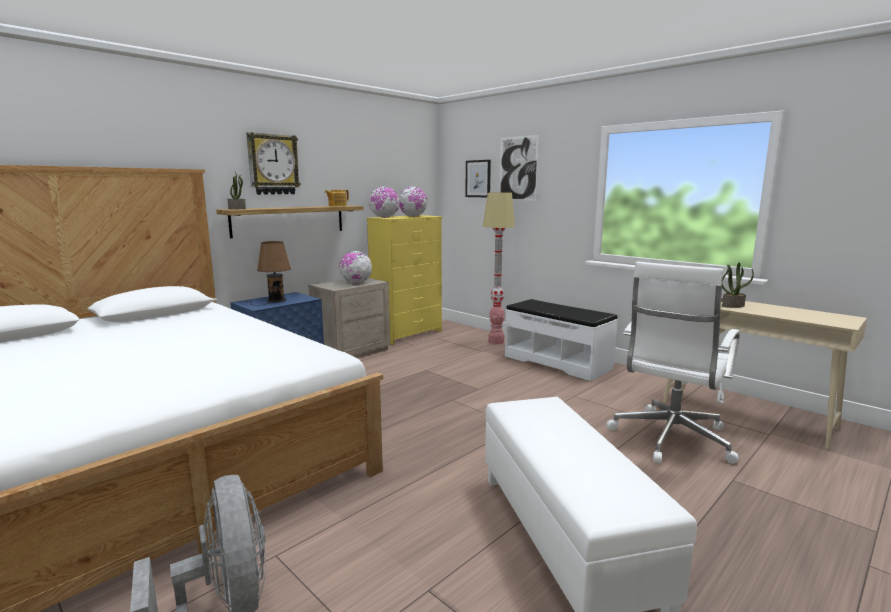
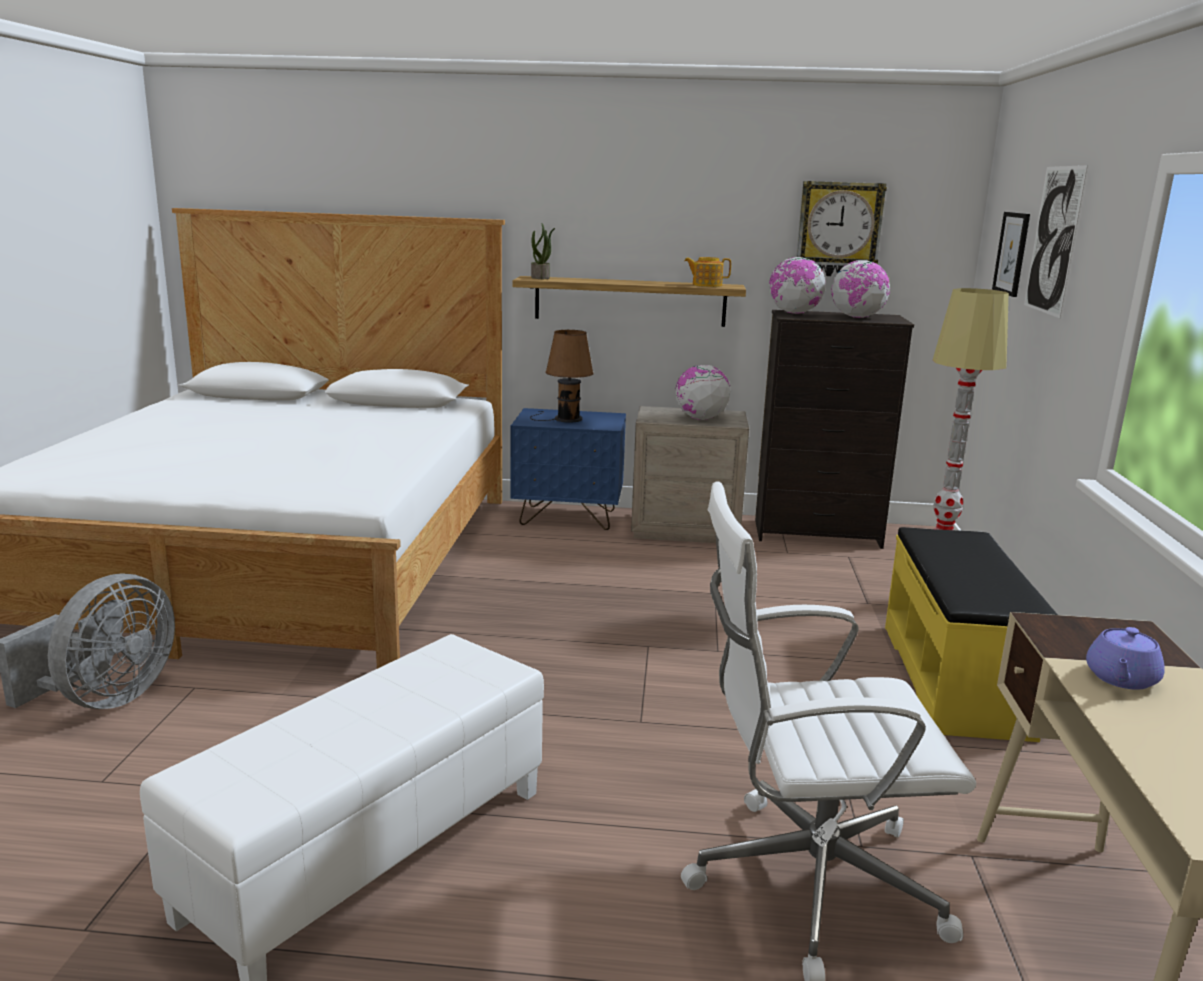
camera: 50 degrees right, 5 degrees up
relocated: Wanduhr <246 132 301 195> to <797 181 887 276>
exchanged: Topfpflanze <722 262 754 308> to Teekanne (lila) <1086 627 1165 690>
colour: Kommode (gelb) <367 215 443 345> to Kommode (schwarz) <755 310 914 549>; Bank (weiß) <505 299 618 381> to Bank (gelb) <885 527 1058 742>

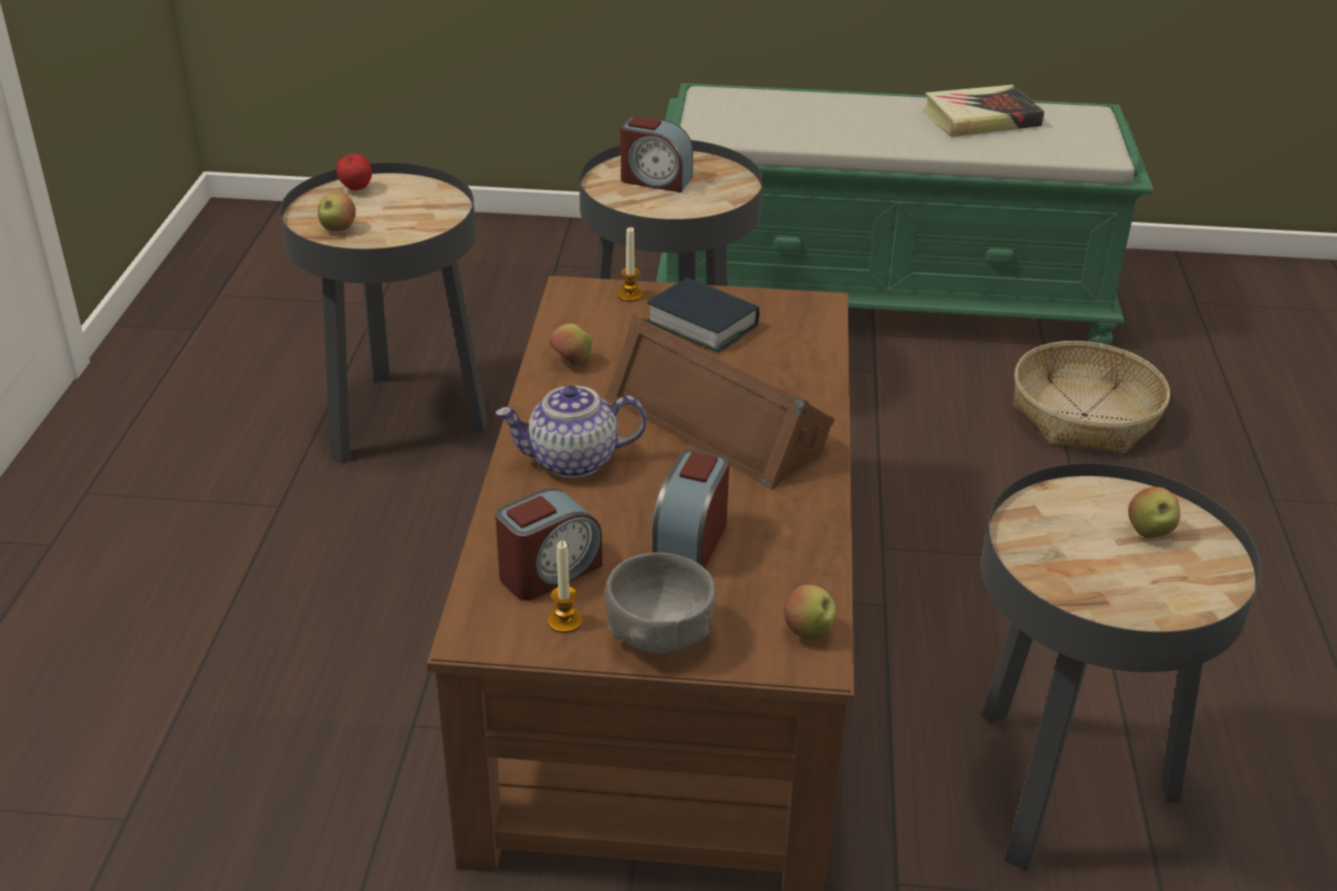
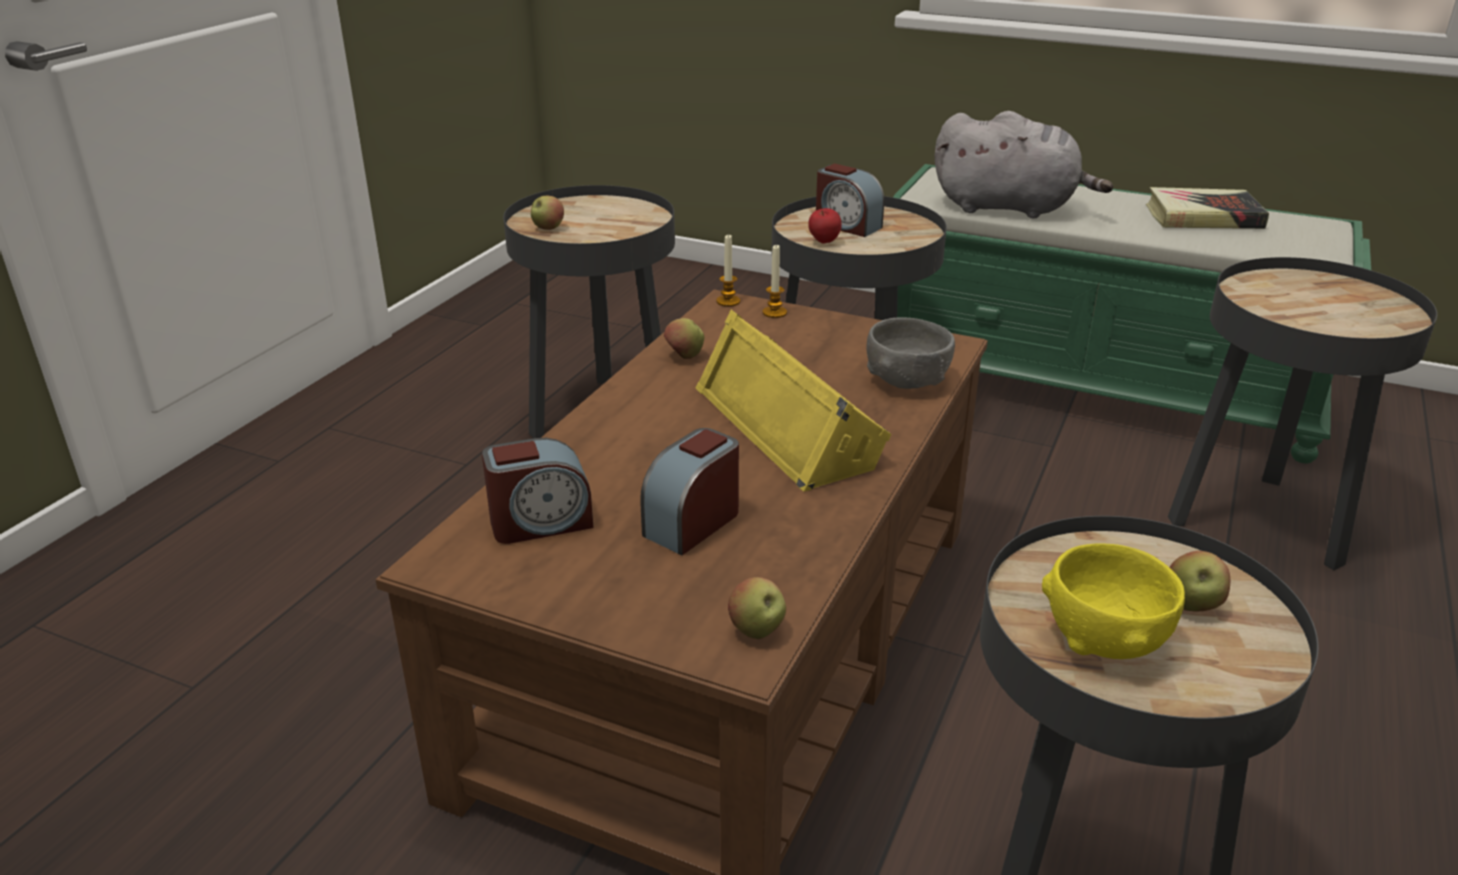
camera: 20 degrees right, 5 degrees down
missing: Buch <647 277 760 353>; Teekanne <496 385 647 478>
appeared: Plüschtier (grau) <934 111 1113 218>; Schüssel (gelb) <1042 543 1185 659>
relocated: Apfel <337 154 372 191> to <808 208 842 244>; Kerze <547 541 582 633> to <716 235 740 307>; Schüssel (grau) <605 552 716 654> to <867 317 955 389>
exchanged: Korb <1014 341 1170 454> to Beistelltisch (schwarz) <1168 257 1437 570>
colour: Lautsprecher (braun) <605 313 835 489> to Lautsprecher (gelb) <696 310 891 492>

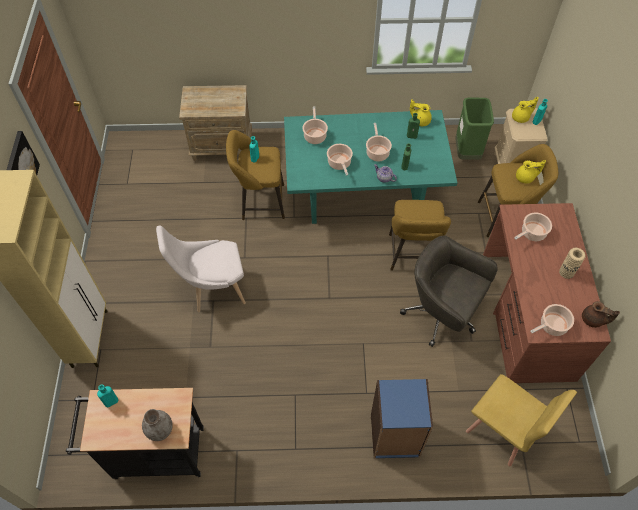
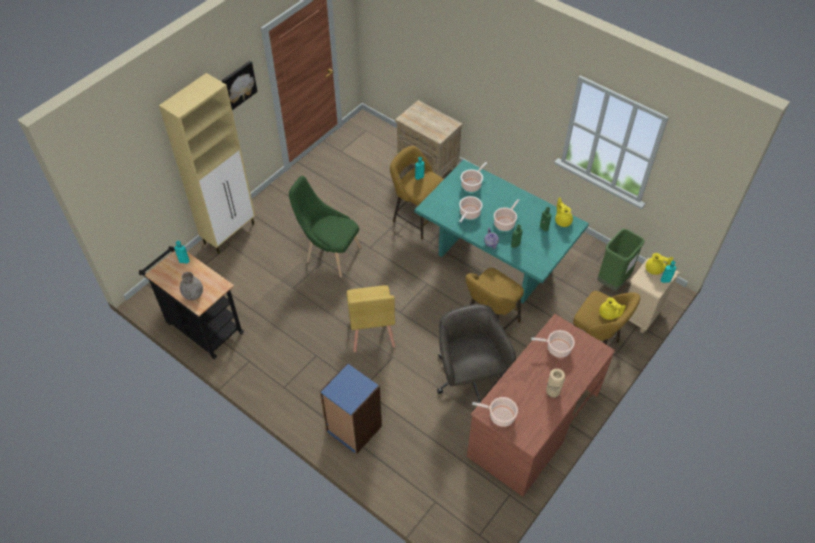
camera: 40 degrees right, 5 degrees down
missing: Teekanne (braun) <582 301 620 328>
relocated: Stuhl (gelb) <466 374 577 466> to <347 285 395 353>
colour: Stuhl (weiß) <156 225 246 312> to Stuhl (grün) <289 176 361 277>

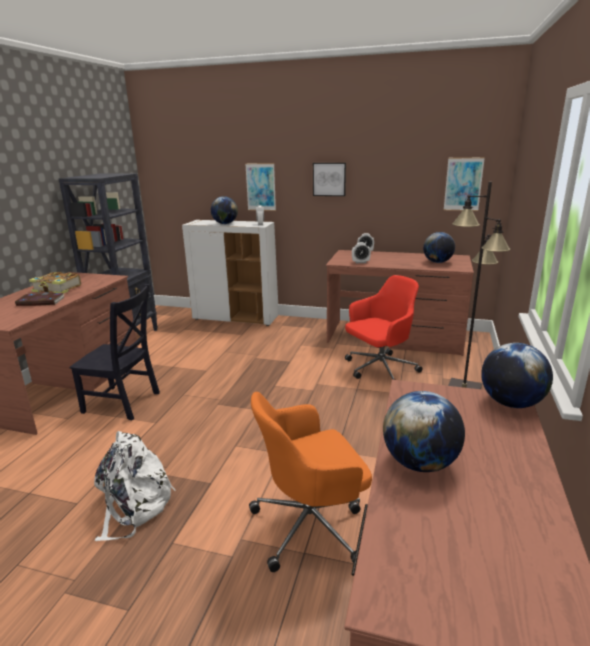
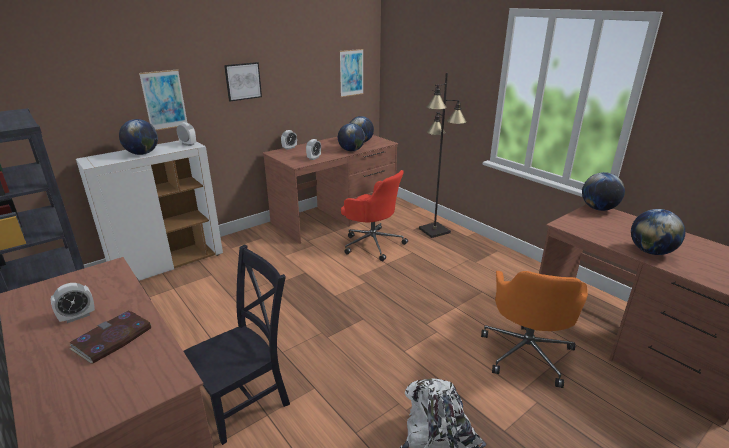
camera: 55 degrees left, 5 degrees up
appeared: Globus <338 123 365 151>
exchanged: Buch <29 272 81 294> to Wecker <50 283 95 323>
spun: Bürostuhl (rot) <345 275 422 380> = <341 170 408 261> 120 degrees clockwise

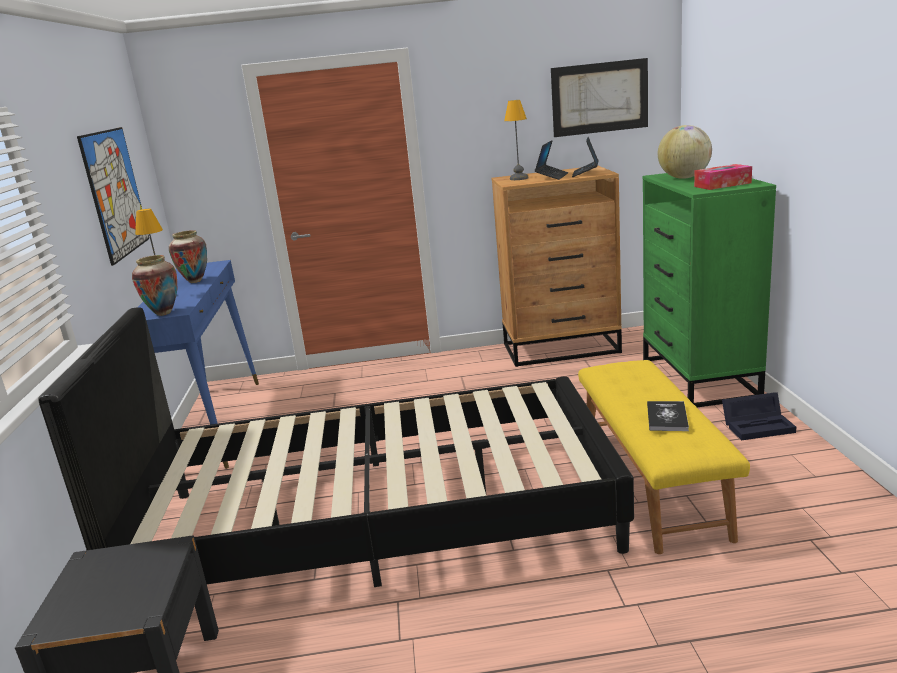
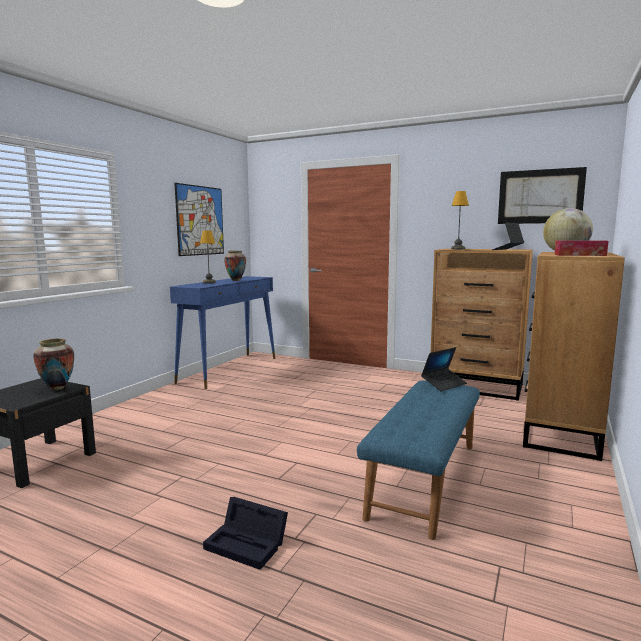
camera: 30 degrees right, 10 degrees down
missing: Bett (schwarz) <38 307 634 587>; Buch <647 401 689 431>
relocated: Laptop <535 140 568 180> to <421 347 467 391>; Vase <132 255 177 316> to <33 338 74 390>; Aufbewahrungsbox (schwarz) <722 392 796 440> to <203 497 288 570>
colour: Kommode (grün) <642 173 776 407> to Kommode (braun) <523 252 625 461>; Bank (gelb) <578 360 750 554> to Bank (blau) <357 380 480 540>

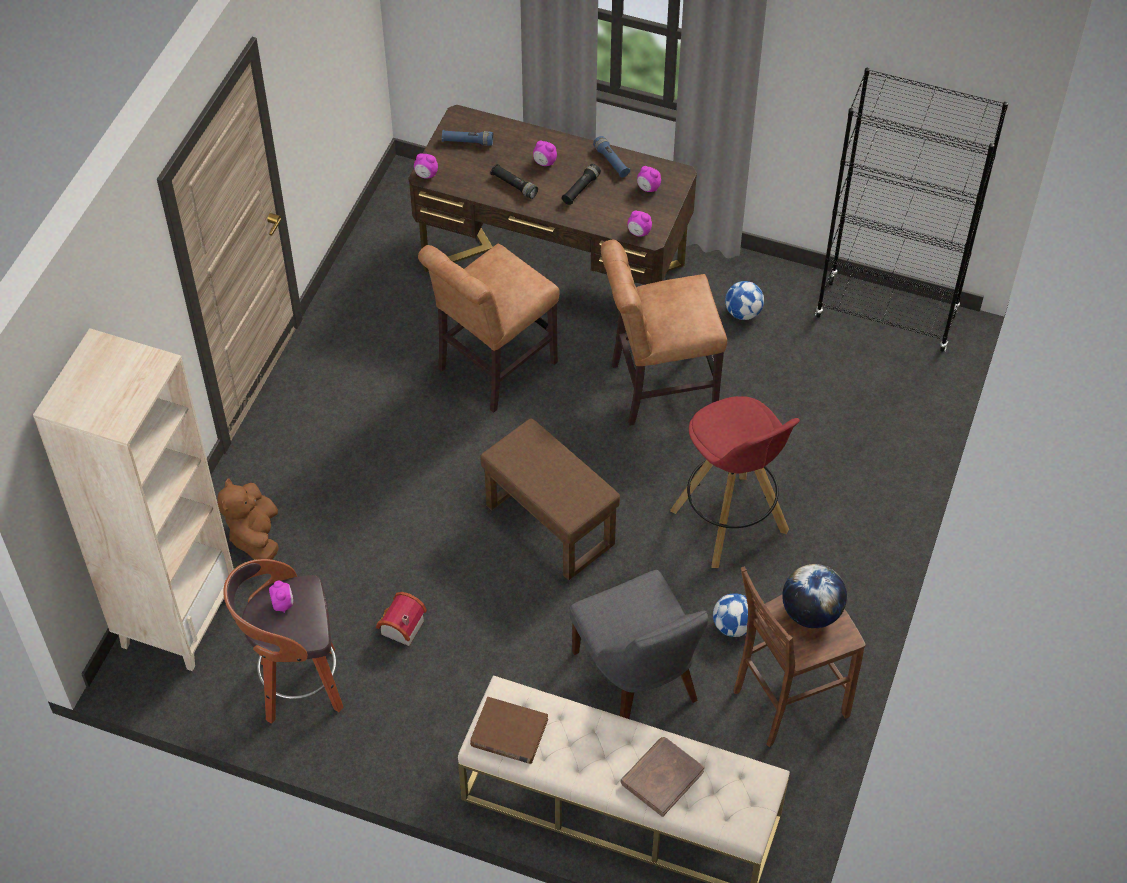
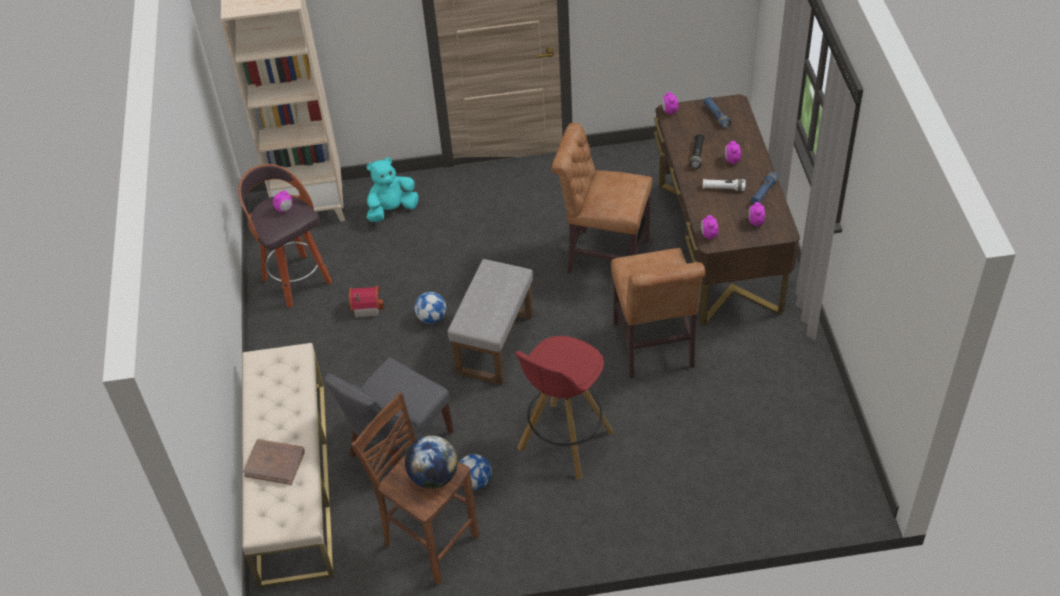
camera: 65 degrees right, 5 degrees down
missing: Bücherregal (schwarz) <815 68 1008 352>; Buch (braun) <470 697 548 764>
relocated: Fußball <725 281 764 320> to <414 292 446 324>
colour: Taschenlampe (schwarz) <562 164 601 205> to Taschenlampe (weiß) <703 179 746 191>; Polsterhocker (braun) <481 418 620 580> to Polsterhocker (grau) <448 259 533 385>; Plüschtier (braun) <217 478 279 560> to Plüschtier (türkis) <367 157 419 222>
spun: Stuhl (braun) <601 240 727 426> = <611 248 705 378> 150 degrees counterclockwise

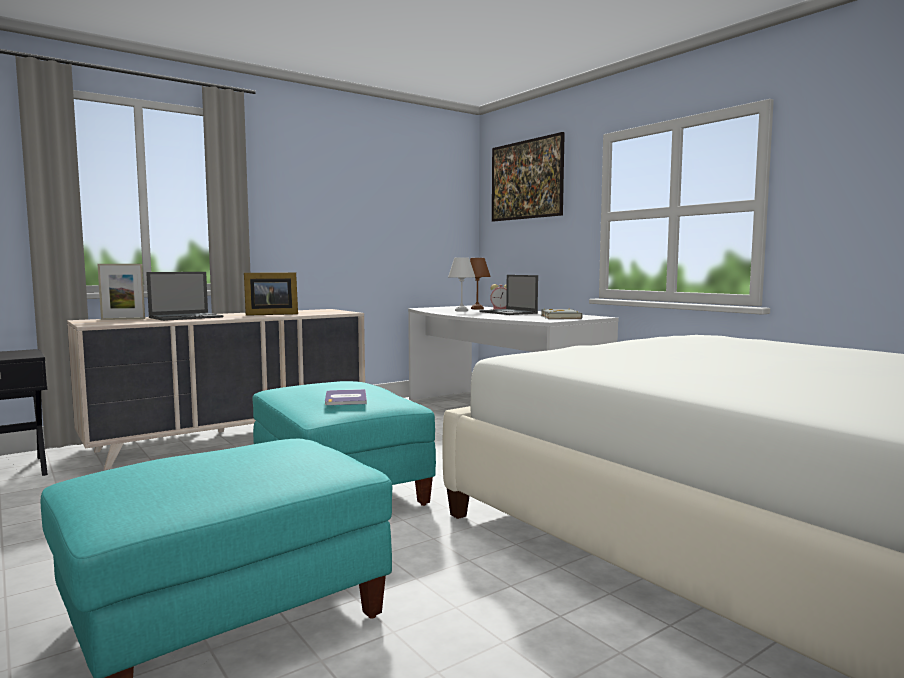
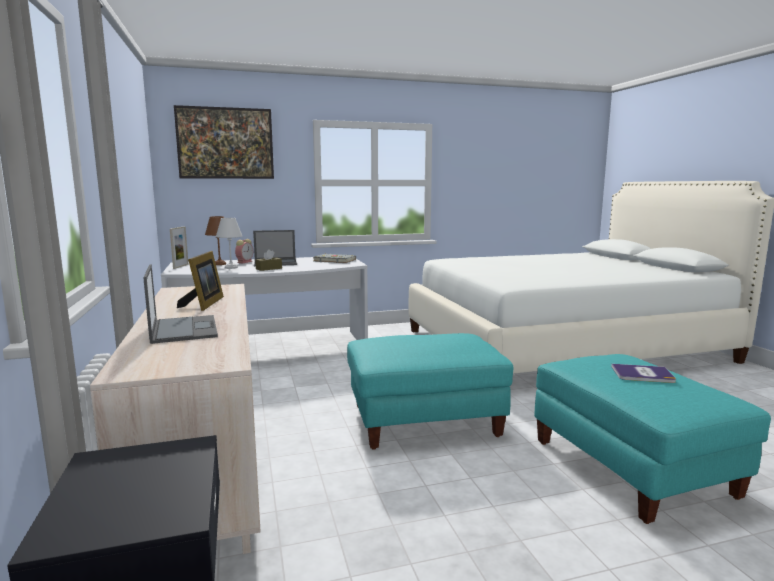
camera: 70 degrees left, 5 degrees up
appeared: Taschentuchbox (braun) <255 249 282 271>
relocated: Bilderrahmen <97 264 145 320> to <170 226 189 269>; Buch <325 389 367 405> to <611 364 676 383>

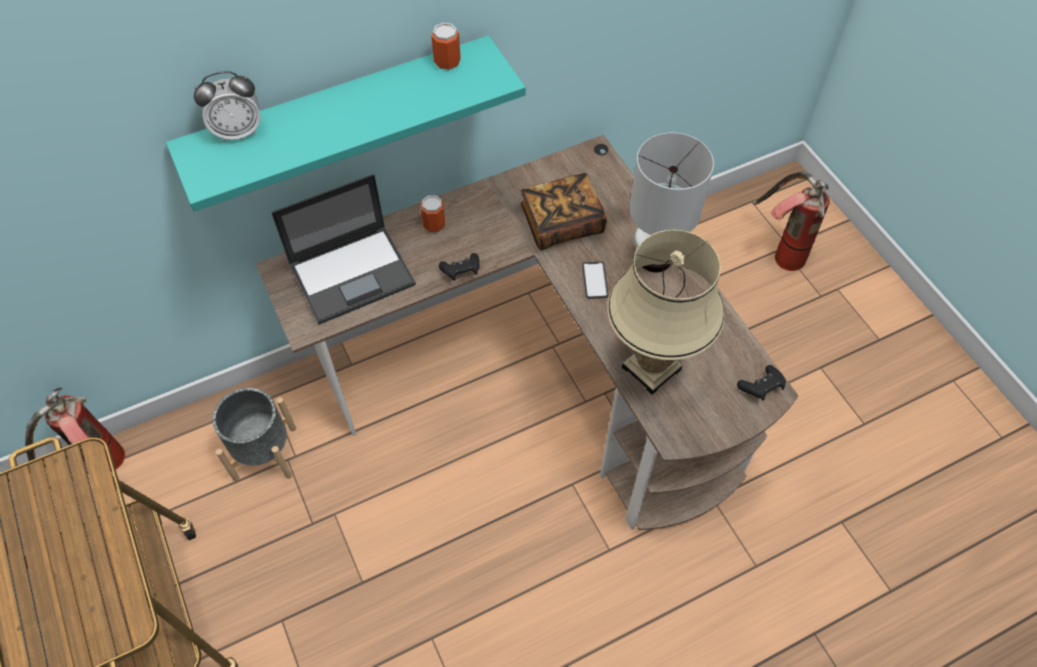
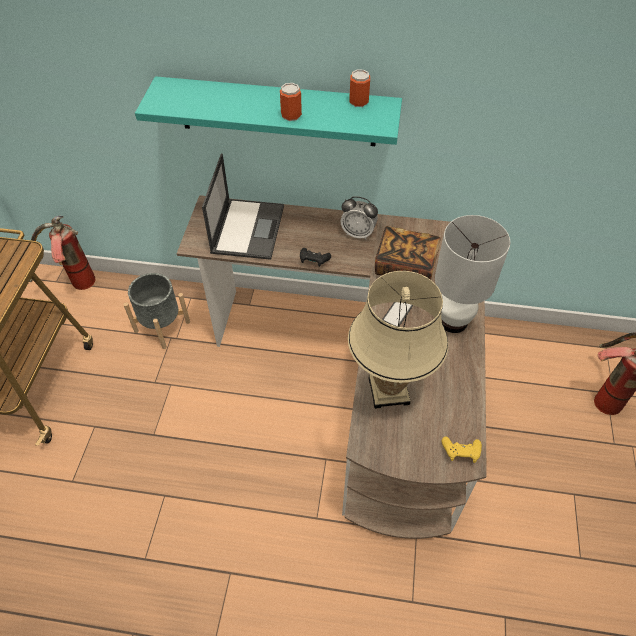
camera: 35 degrees right, 5 degrees down
relocated: Wecker <194 71 261 142> to <341 196 378 240>; Dose <421 195 445 233> to <280 83 302 121>
colour: Gamepad (schwarz) <737 365 786 401> to Gamepad (gelb) <442 437 482 463>
spun: Laptop <271 174 416 325> = <202 153 284 260> 90 degrees counterclockwise

